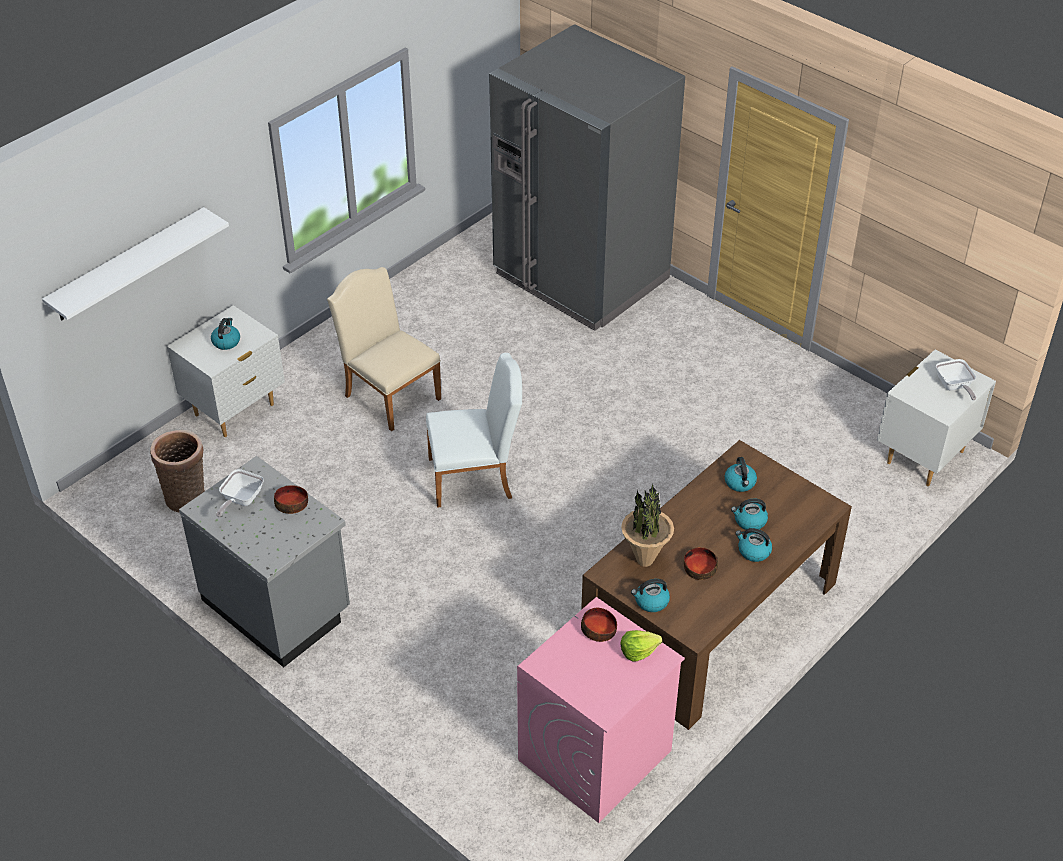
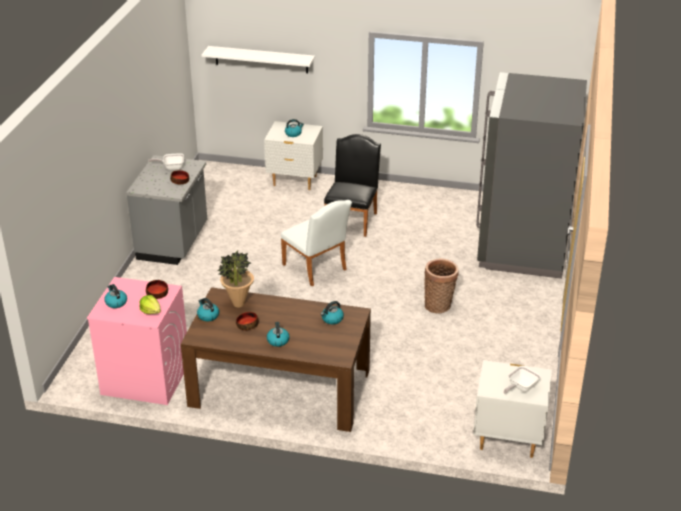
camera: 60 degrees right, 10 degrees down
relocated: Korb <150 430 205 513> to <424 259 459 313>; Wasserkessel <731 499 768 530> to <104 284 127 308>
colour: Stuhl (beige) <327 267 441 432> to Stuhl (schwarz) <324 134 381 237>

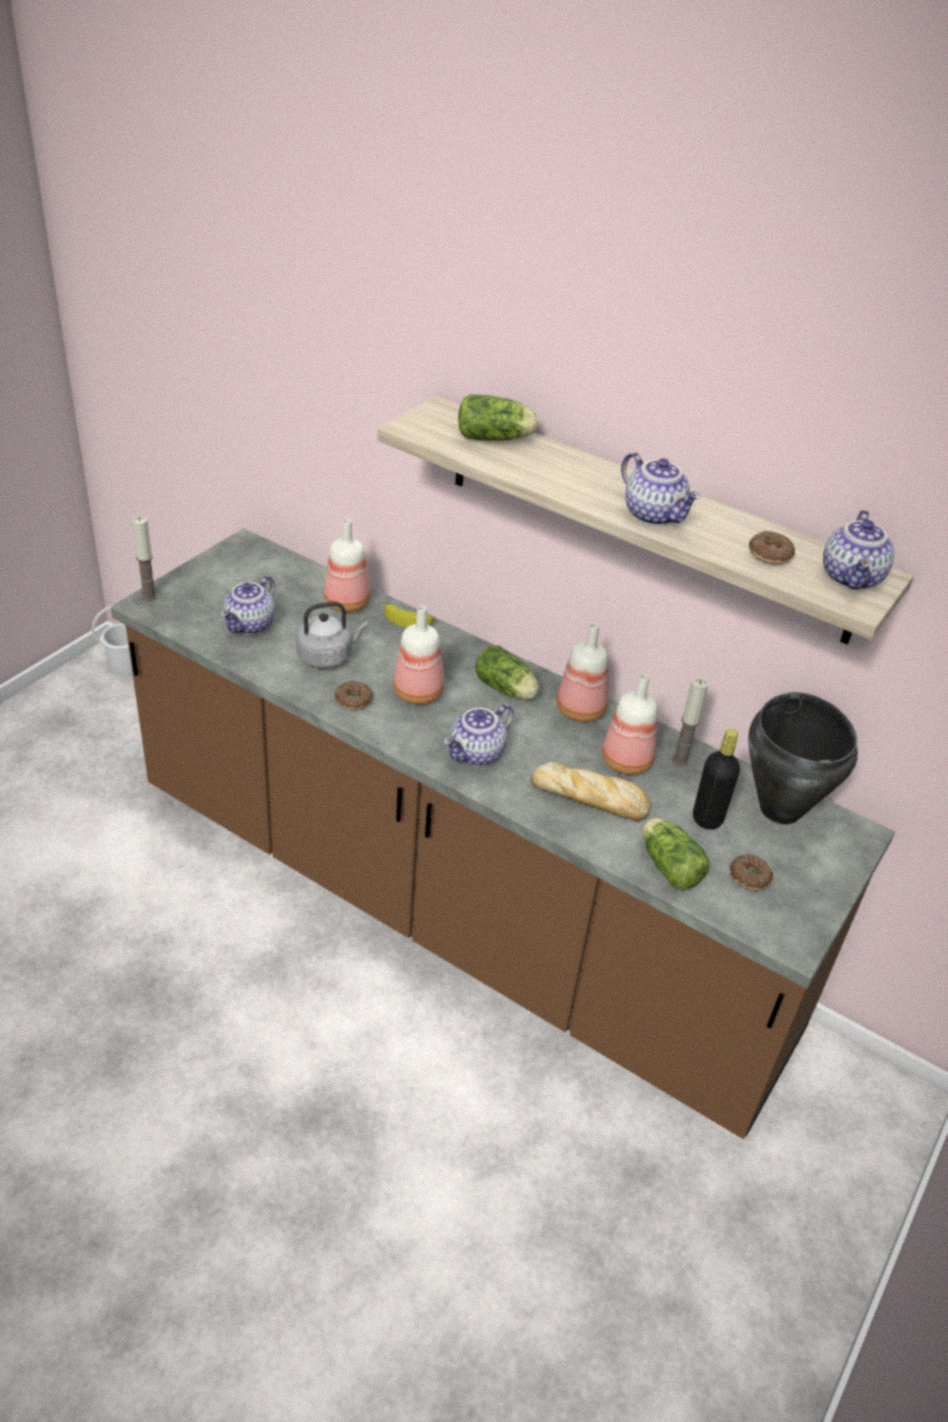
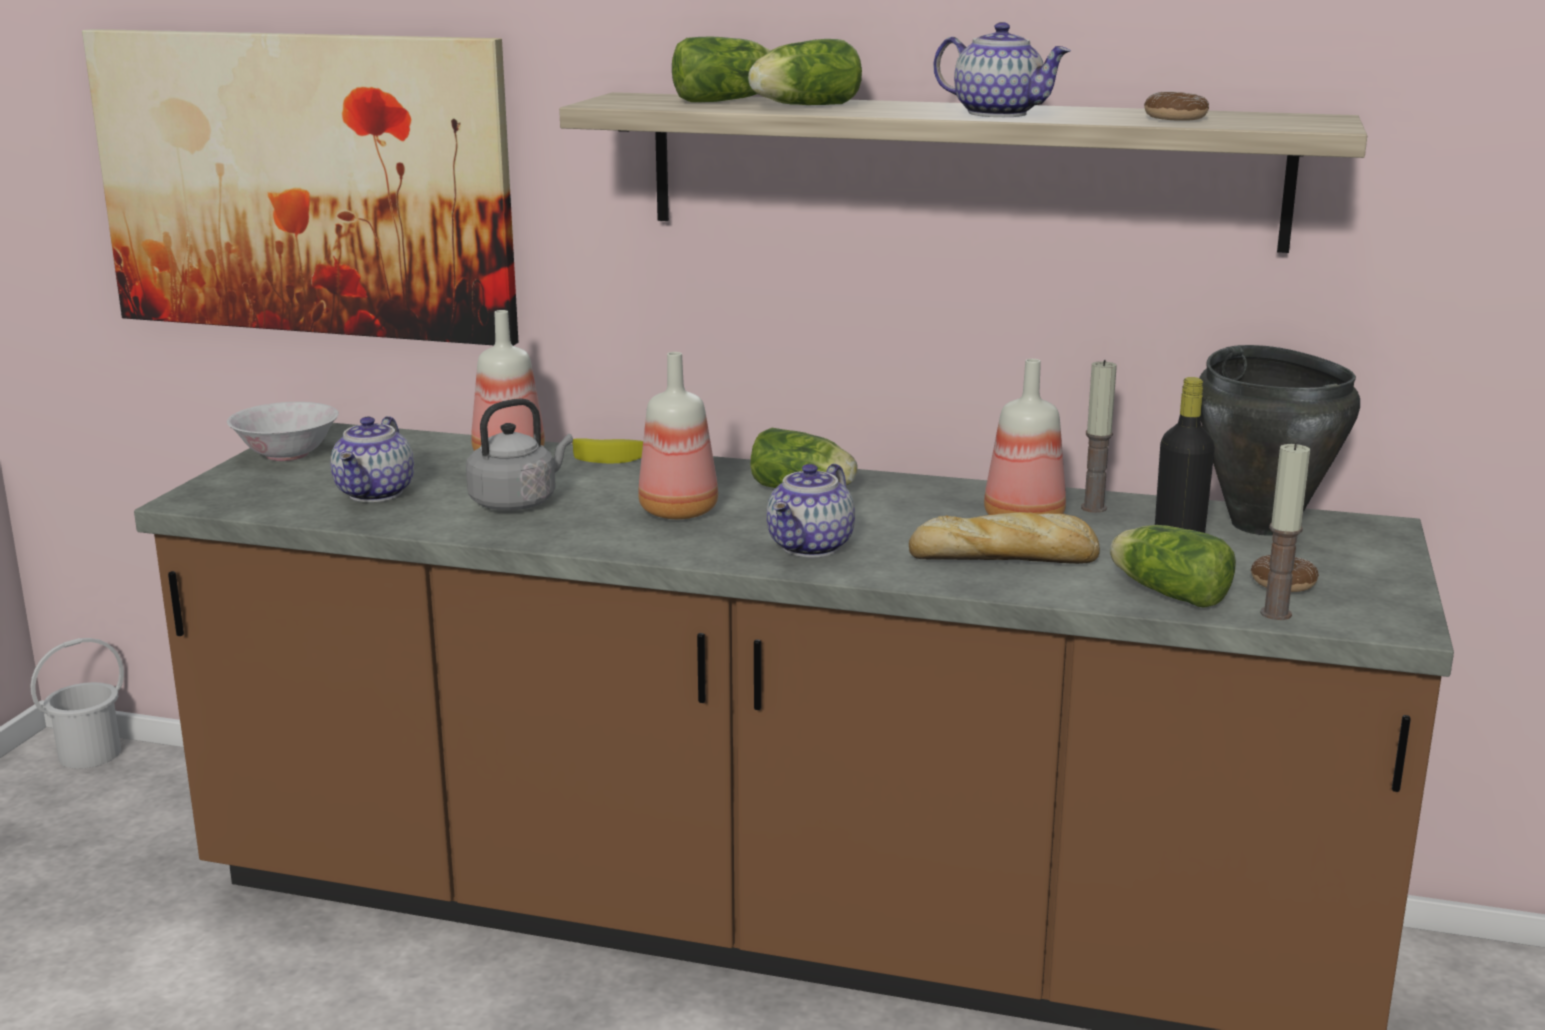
camera: 15 degrees left, 20 degrees down
missing: Teekanne <823 510 894 590>; Flasche <556 623 608 722>; Donut <334 680 373 710>
appeared: Bild <82 29 519 346>; Salatkopf <748 39 862 105>; Schüssel (weiß) <227 402 339 461>
relocated: Kerze <132 516 157 601> to <1260 442 1310 620>

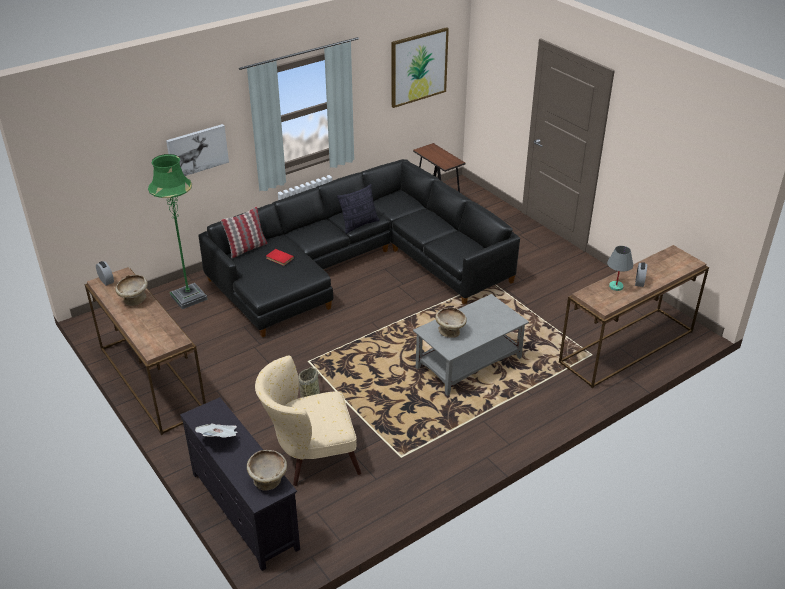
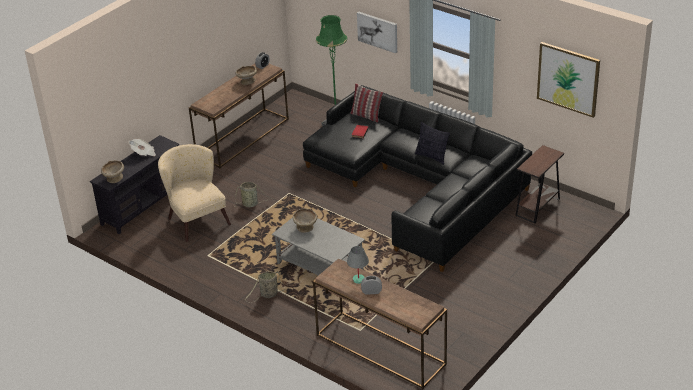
camera: 75 degrees right, 0 degrees up
appeared: Korb <245 271 286 303>

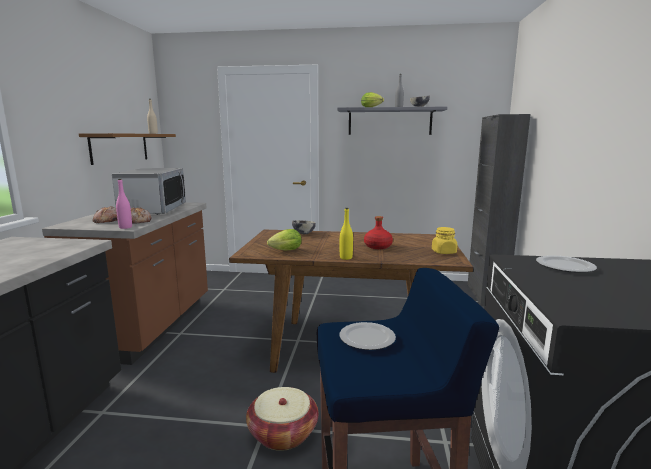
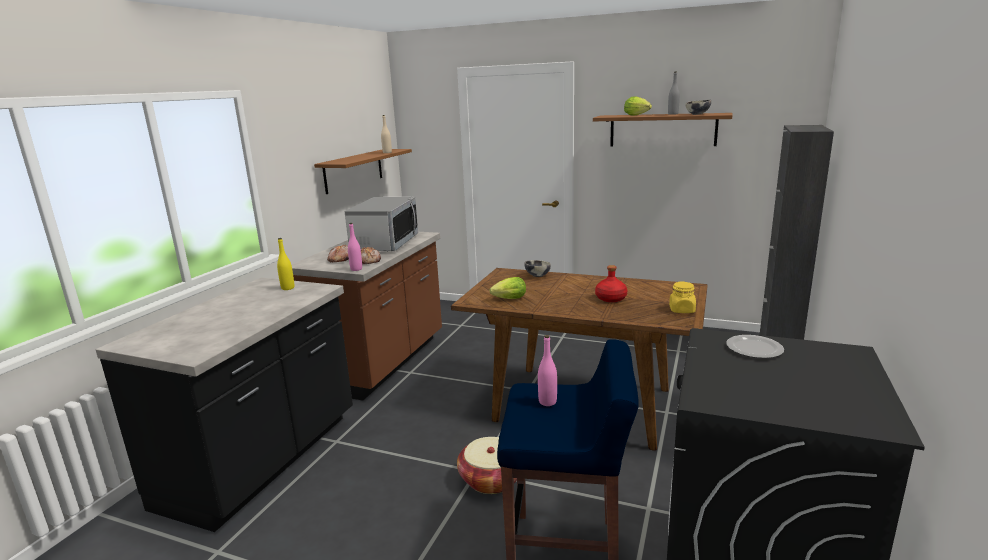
camera: 15 degrees right, 5 degrees up
relocated: Flasche (gelb) <340 208 353 260> to <277 238 294 290>
exchanged: Teller <339 322 396 350> to Flasche (rosa) <538 335 557 406>
colour: Wandregal (grau) <337 107 447 135> to Wandregal (braun) <593 113 732 146>

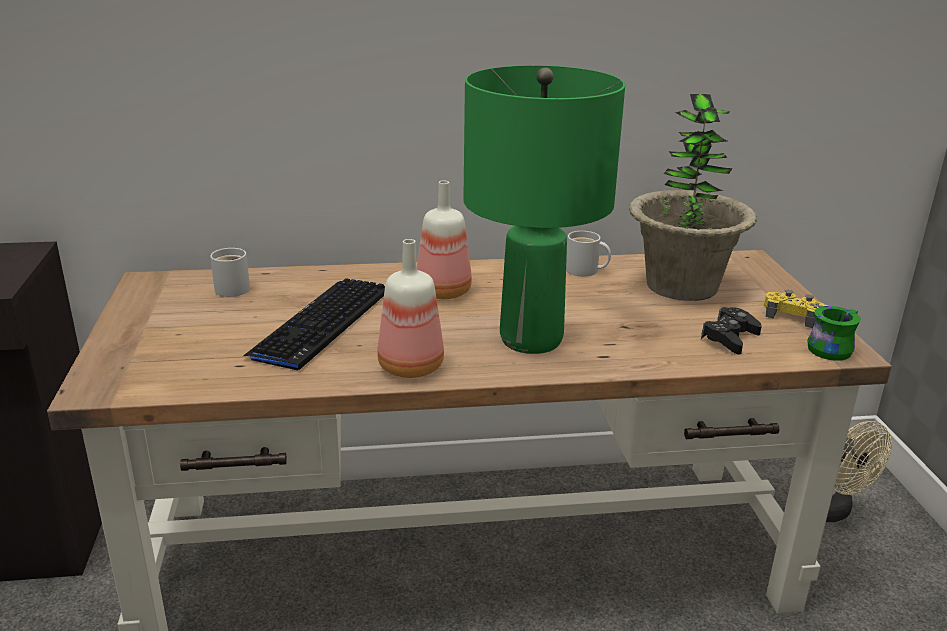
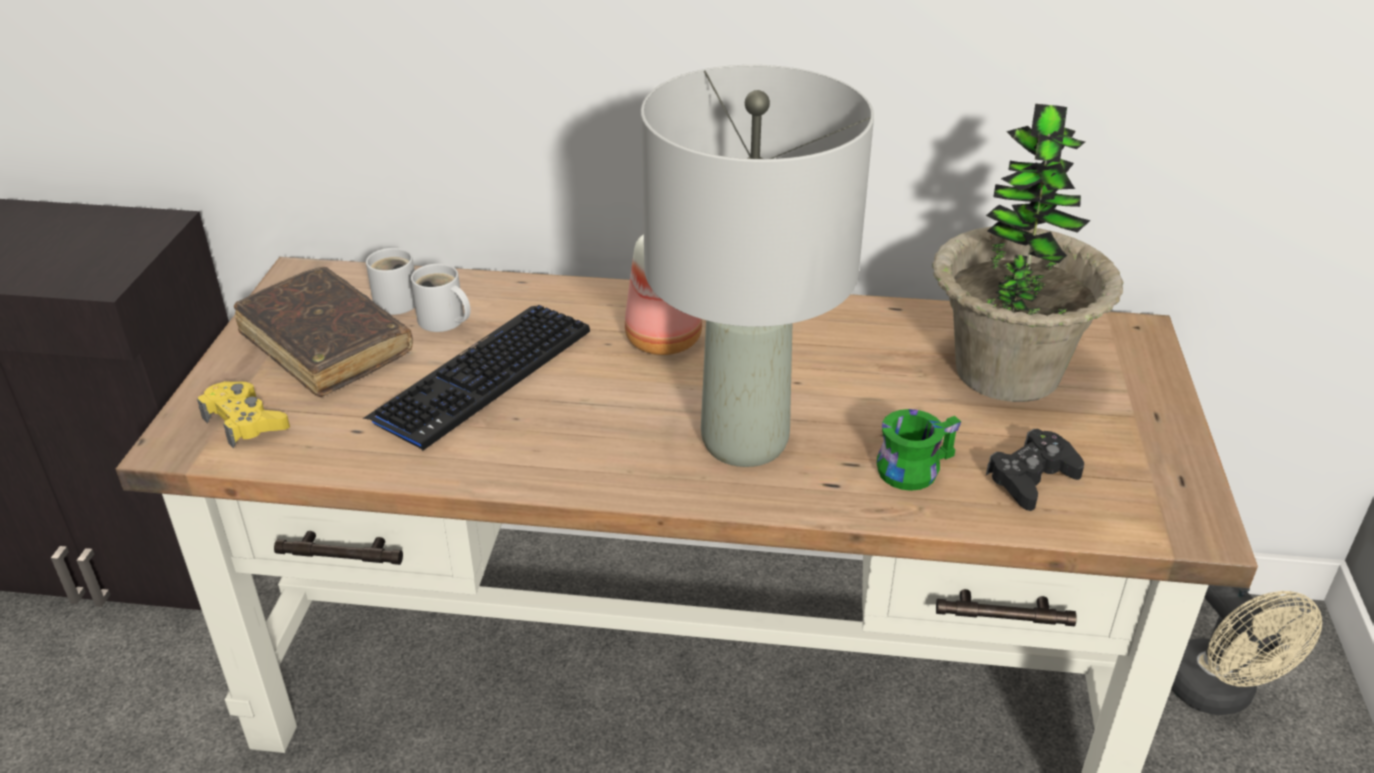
camera: 15 degrees right, 10 degrees up
missing: Flasche <377 239 444 378>
appeared: Buch (braun) <234 267 413 397>
relocated: Henkelbecher (weiß) <566 231 611 276> to <411 264 471 332>; Gamepad (gelb) <764 290 828 328> to <197 381 290 448>; Henkelbecher (grün) <807 306 861 361> to <877 409 961 491>
colour: Tischlampe (grün) <463 65 625 354> to Tischlampe (grau) <641 65 874 467>

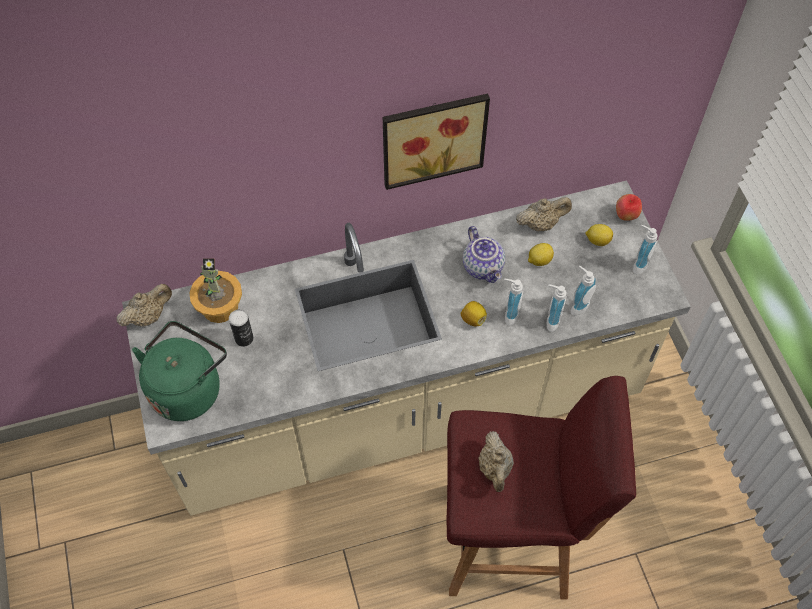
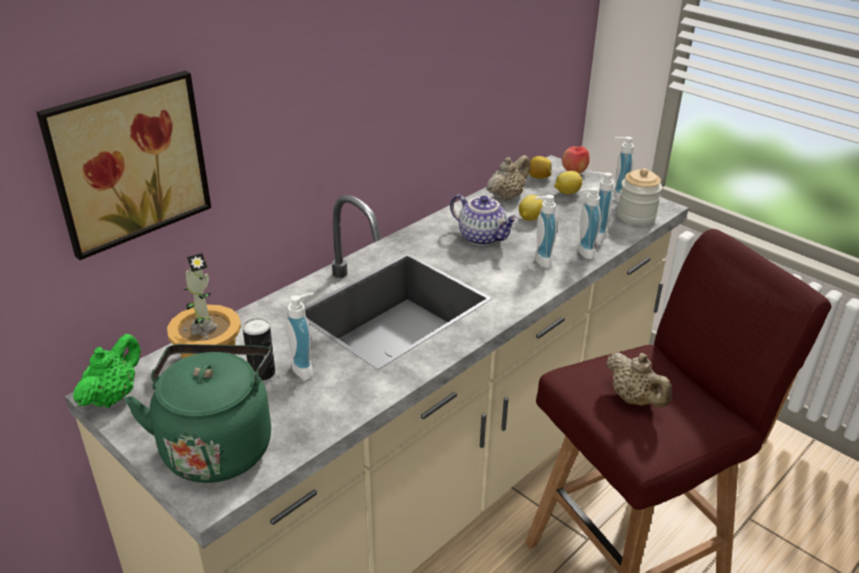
camera: 30 degrees left, 25 degrees down
appeared: Vorratsglas <617 168 662 226>; Seifenspender <286 293 314 379>
relocated: Bild <383 93 490 190> to <36 71 211 260>; Zitrone <461 301 487 326> to <529 156 552 179>
colour: Teekanne (beige) <117 284 172 326> to Teekanne (grün) <73 334 141 408>

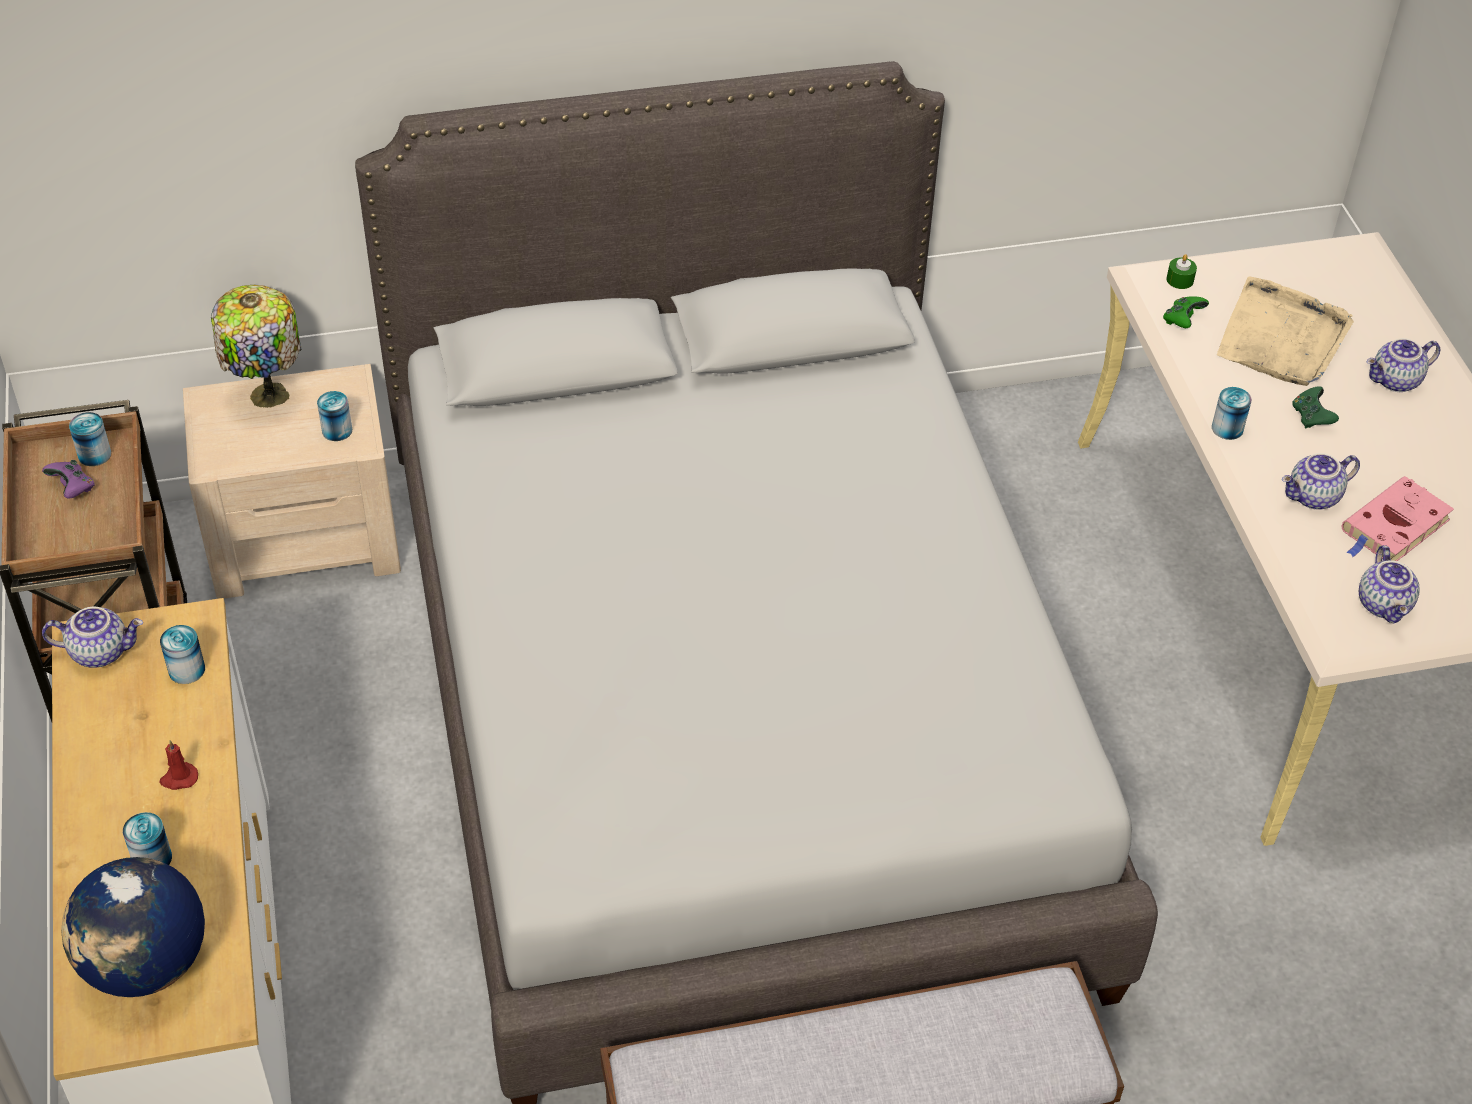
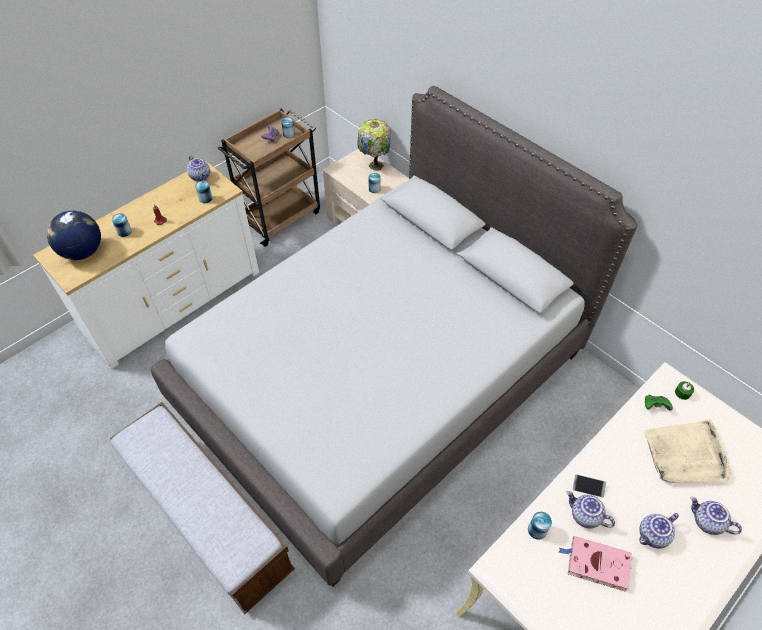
camera: 60 degrees right, 5 degrees up
missing: Gamepad (grün) <1292 386 1339 428>
appeared: Handy <573 475 606 497>
relocated: Dose <1212 387 1252 440> to <528 511 552 540>; Teekanne <1359 545 1420 623> to <639 513 679 549>

